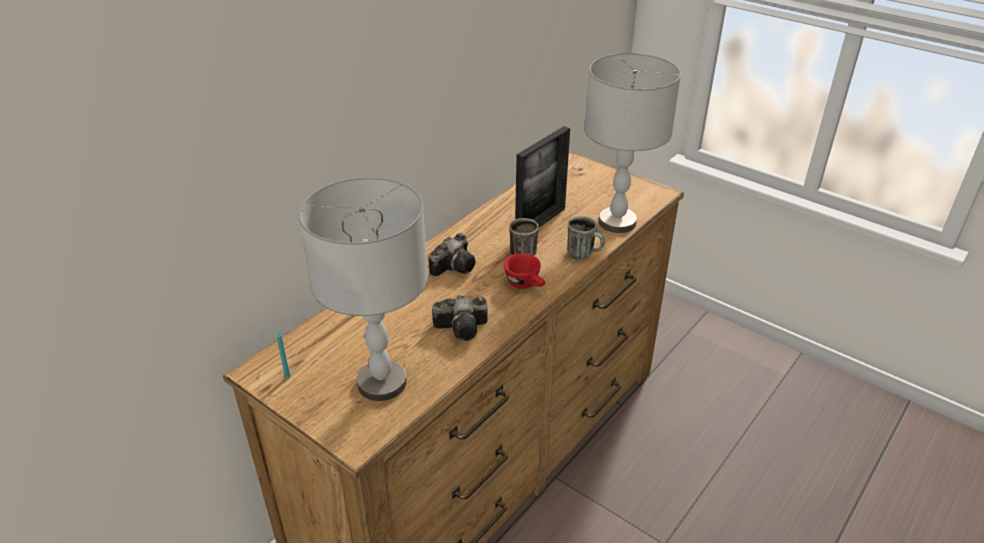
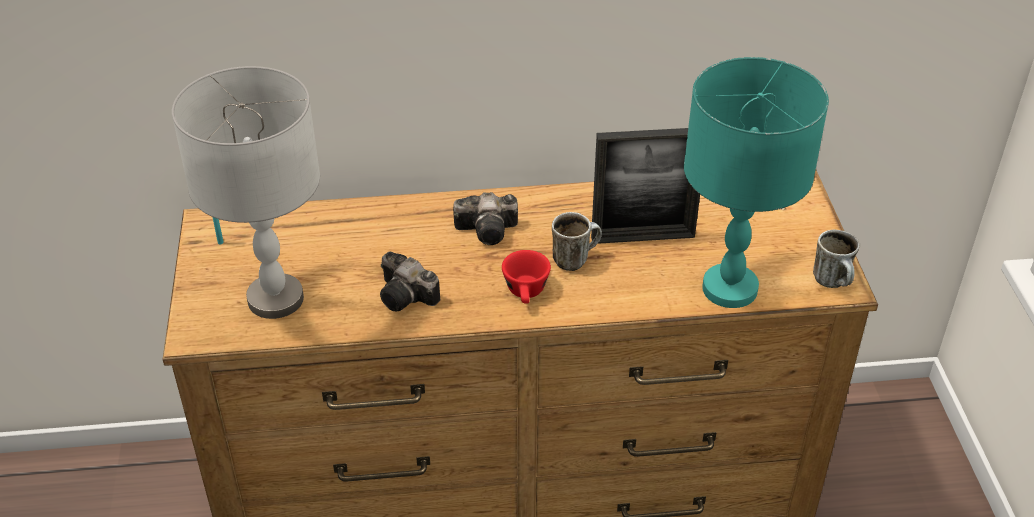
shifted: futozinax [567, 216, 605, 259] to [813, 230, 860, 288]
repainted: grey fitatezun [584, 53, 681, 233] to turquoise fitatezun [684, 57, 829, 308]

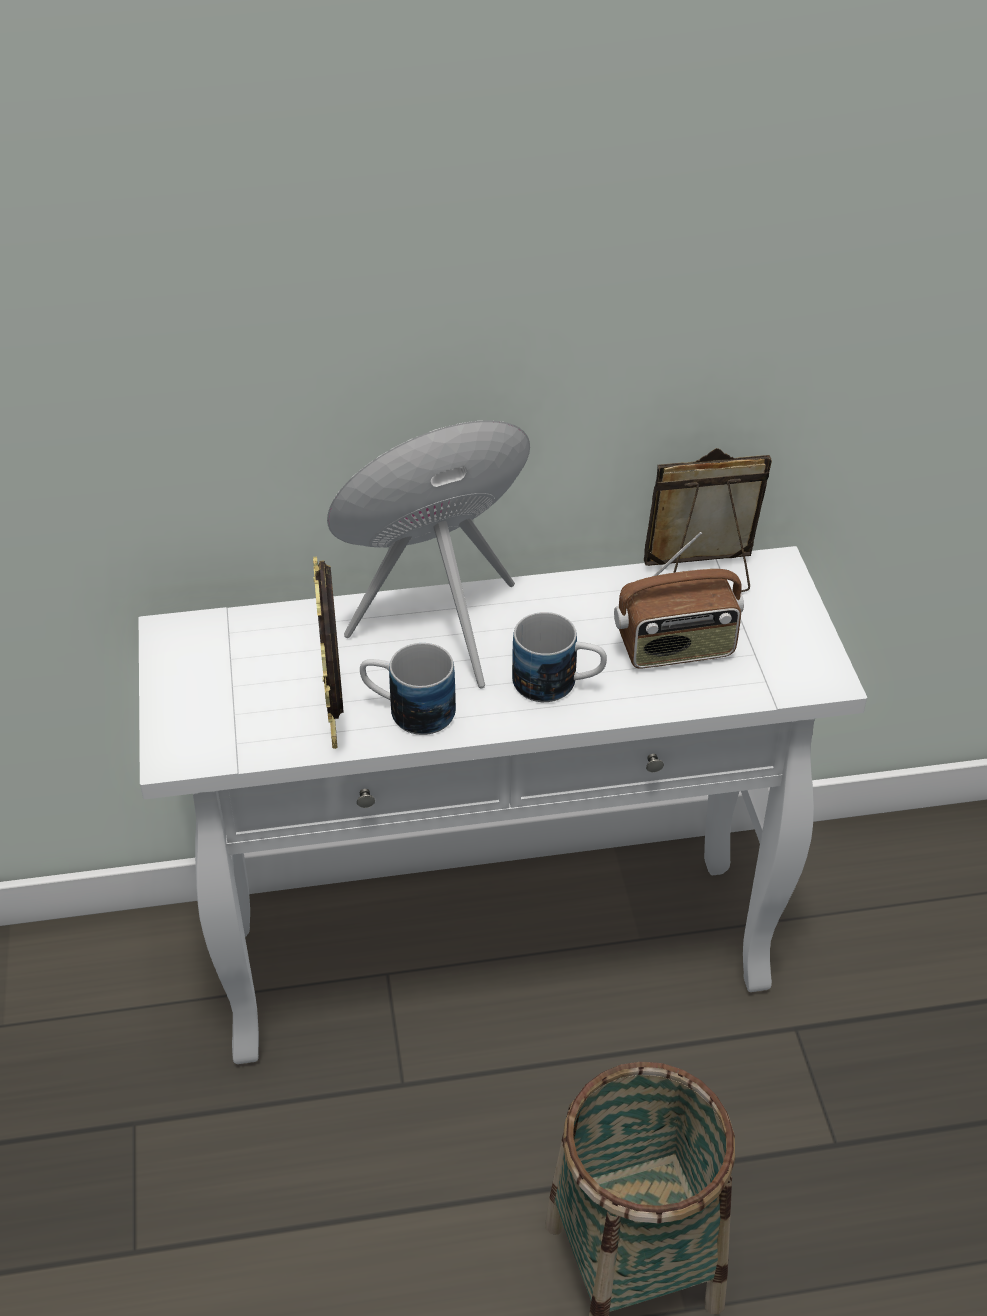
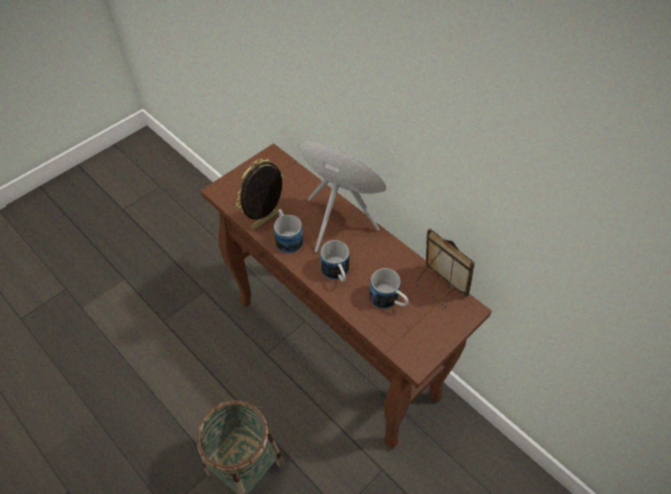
swapped: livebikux [614, 532, 744, 668] to futozinax [369, 268, 409, 309]
repainted: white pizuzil [139, 546, 867, 1064] to brown pizuzil [201, 143, 492, 450]

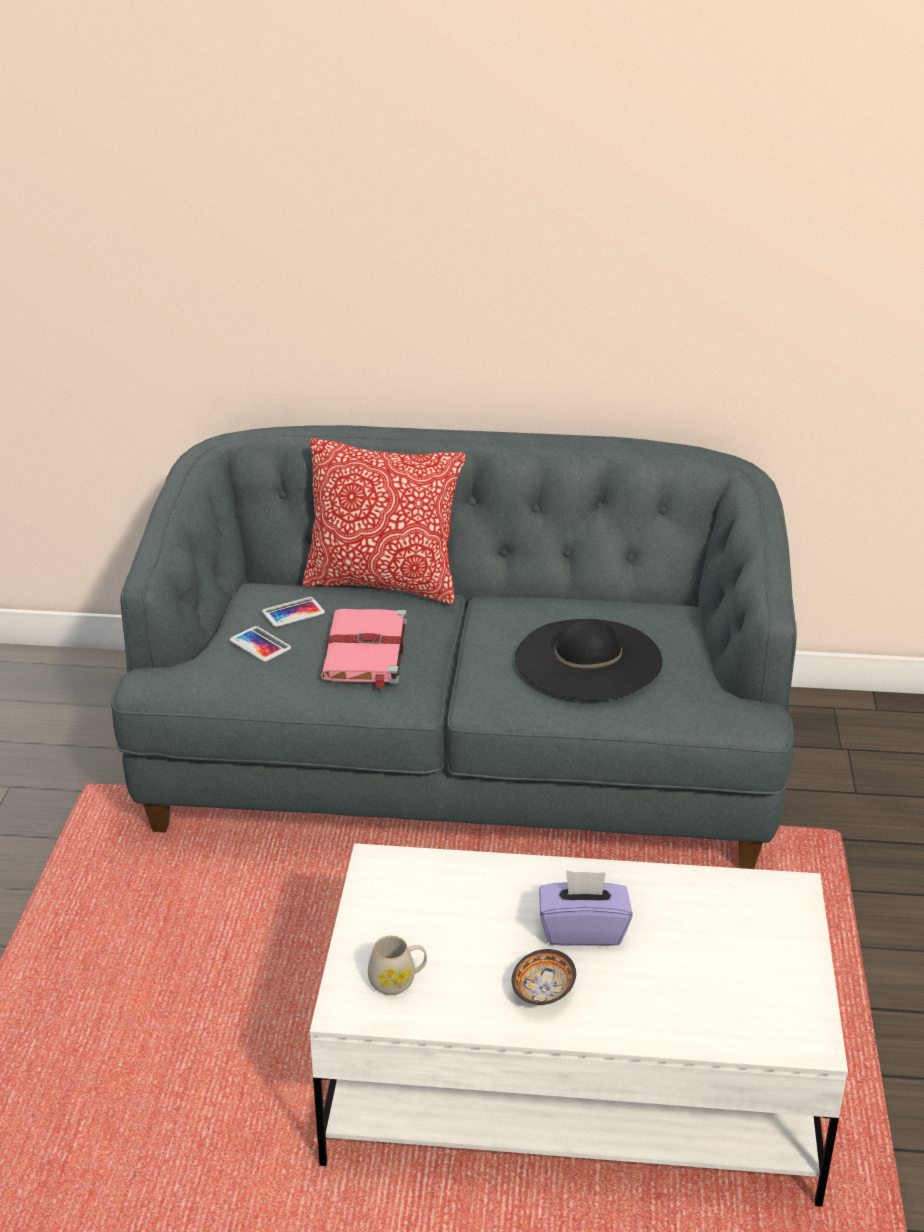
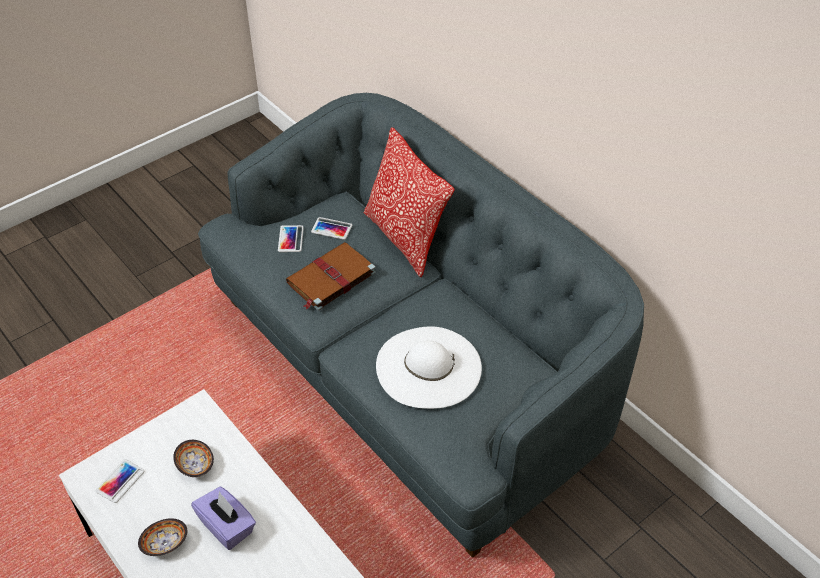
new: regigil [173, 440, 214, 477]
swapped: white futozinax [368, 936, 427, 995] to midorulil [96, 459, 145, 503]
repainted: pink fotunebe [321, 609, 407, 689] to brown fotunebe [286, 242, 376, 311]; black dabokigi [515, 619, 662, 701] to white dabokigi [376, 326, 482, 409]

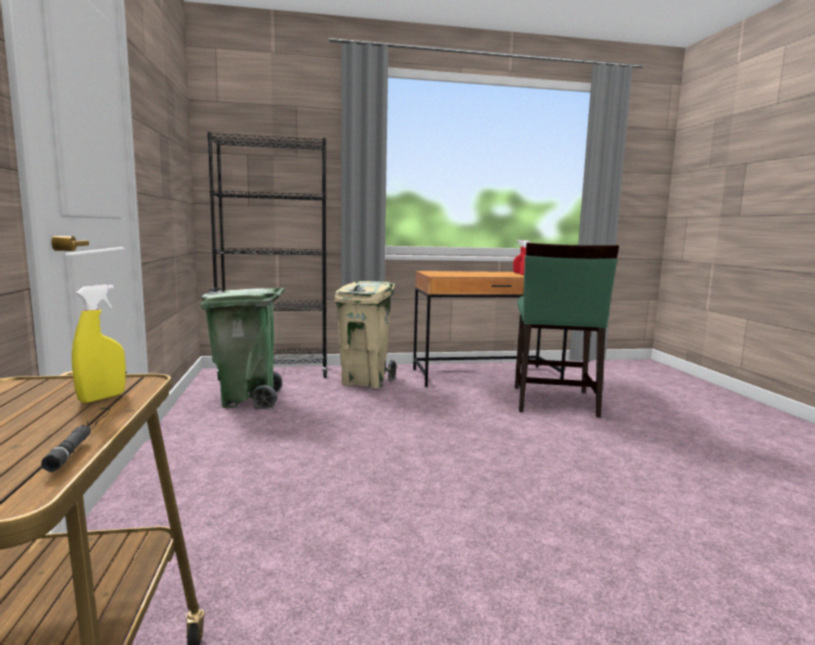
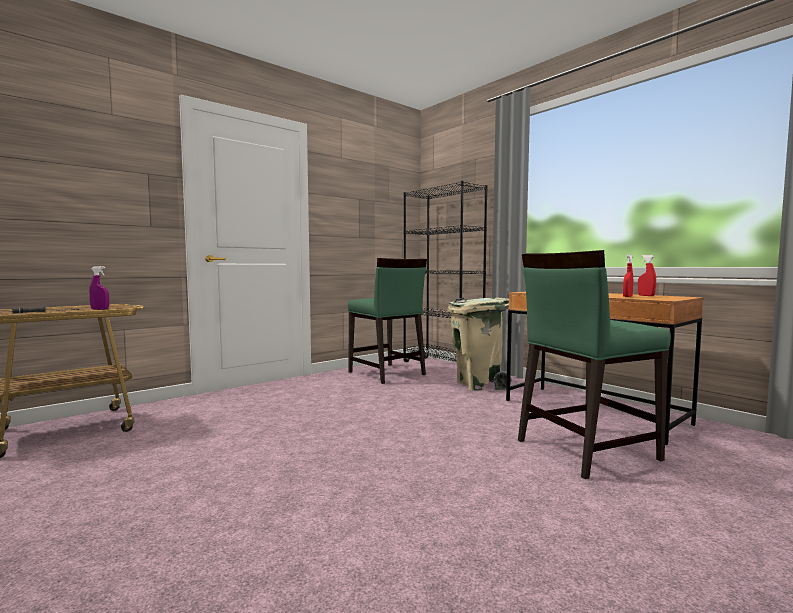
swapped: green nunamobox [201, 287, 285, 409] to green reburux [348, 258, 427, 384]
repainted: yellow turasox [72, 284, 126, 403] to purple turasox [89, 266, 109, 309]

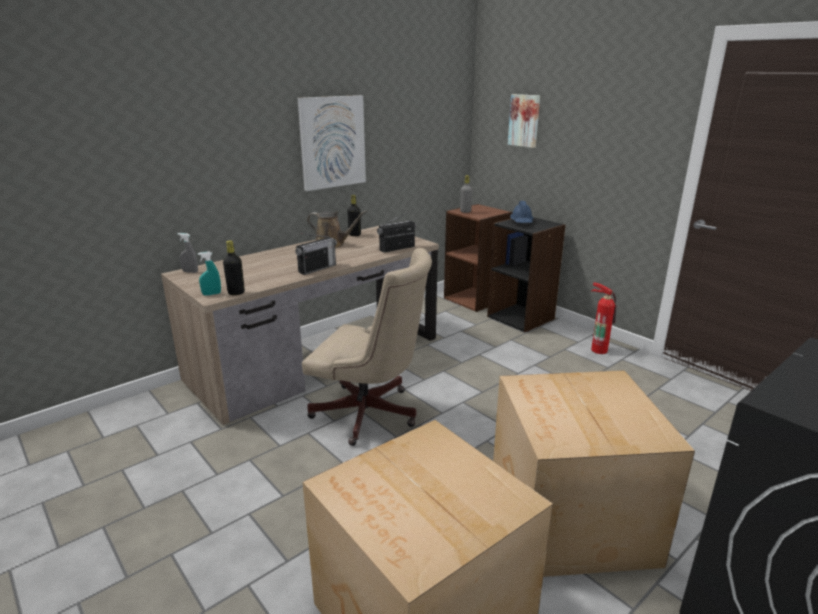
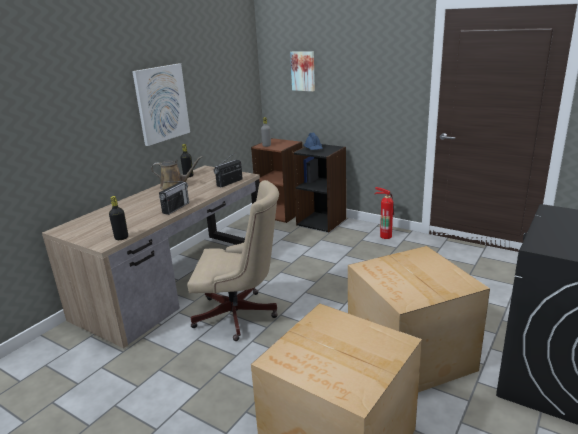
gone: grey turasox [178, 233, 198, 273]; turquoise turasox [198, 252, 221, 296]

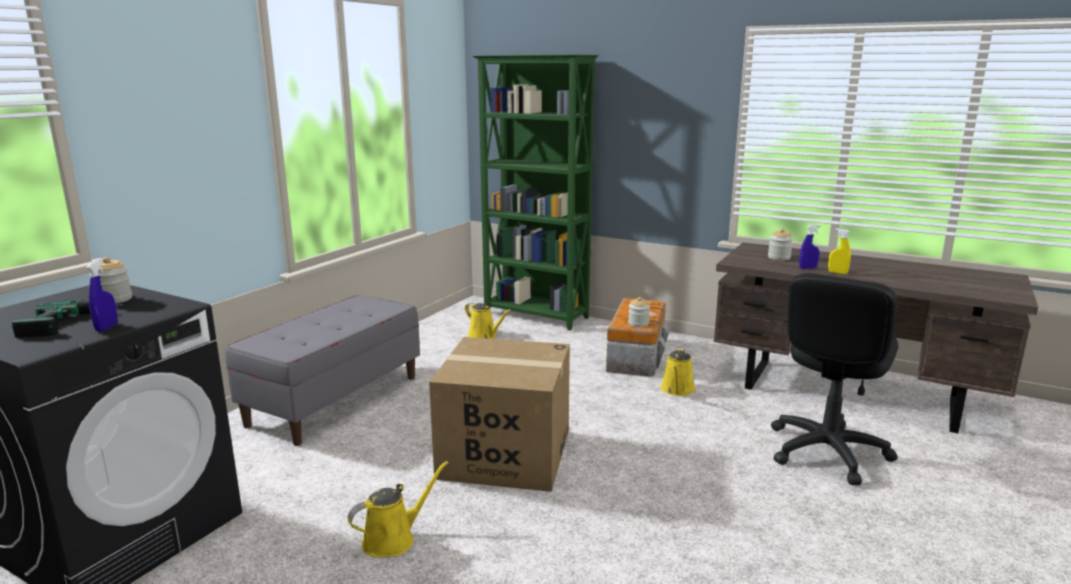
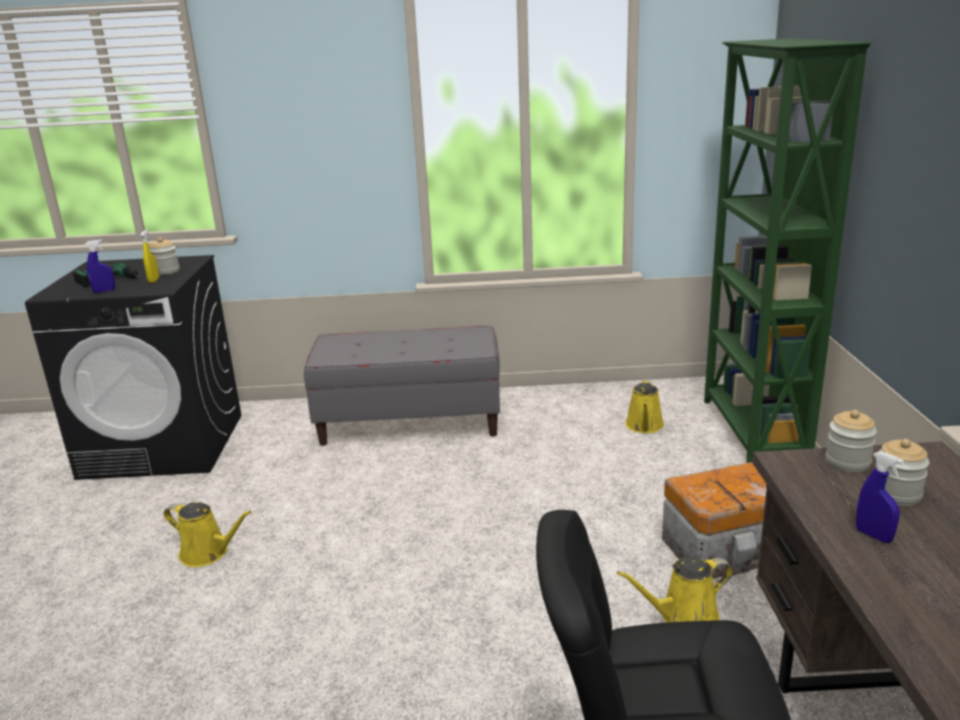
gone: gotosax [429, 337, 570, 492]
shifted: yellow turasox [828, 228, 851, 274] to [140, 230, 159, 283]; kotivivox [628, 297, 650, 327] to [826, 410, 877, 472]

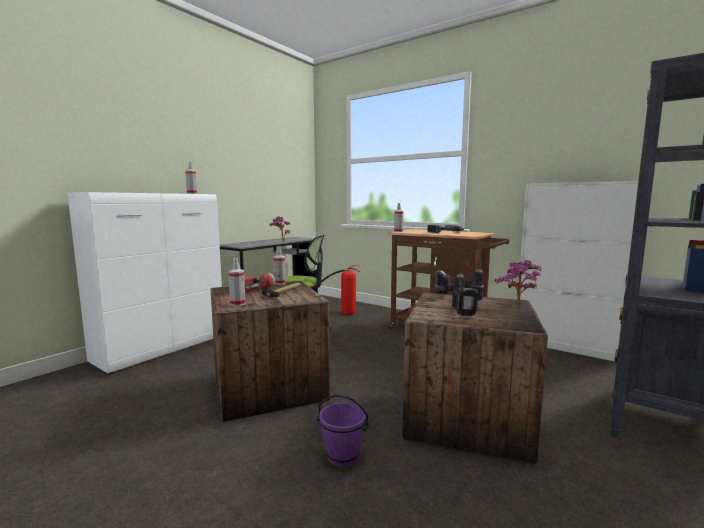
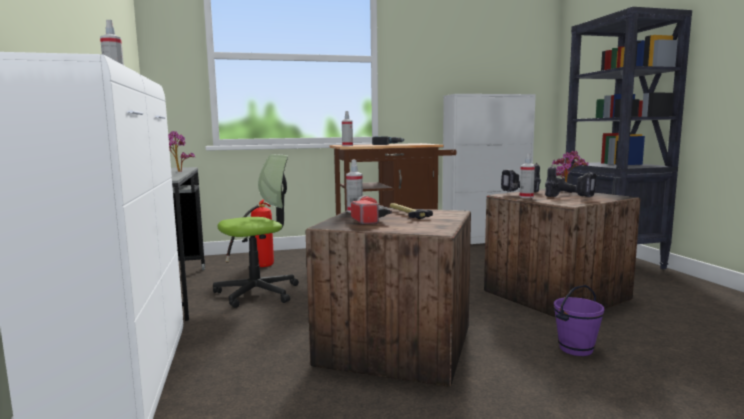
shifted: turasox [228, 258, 246, 306] to [520, 153, 535, 198]

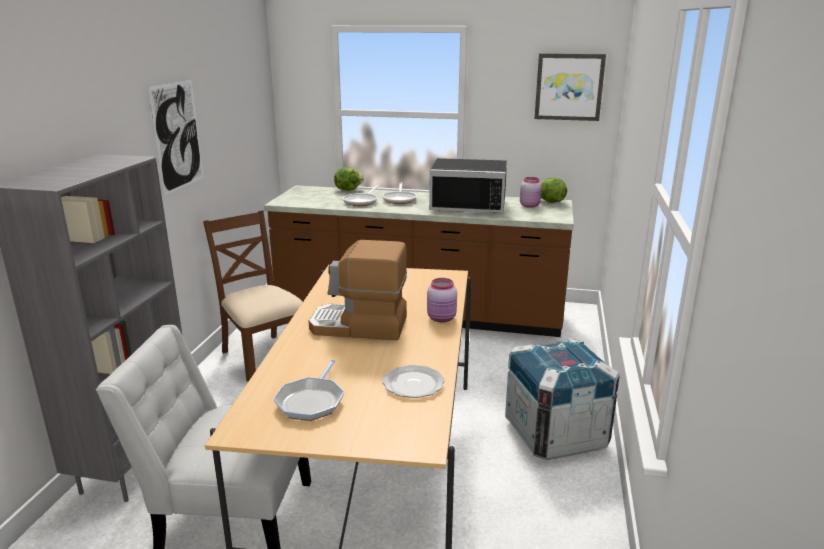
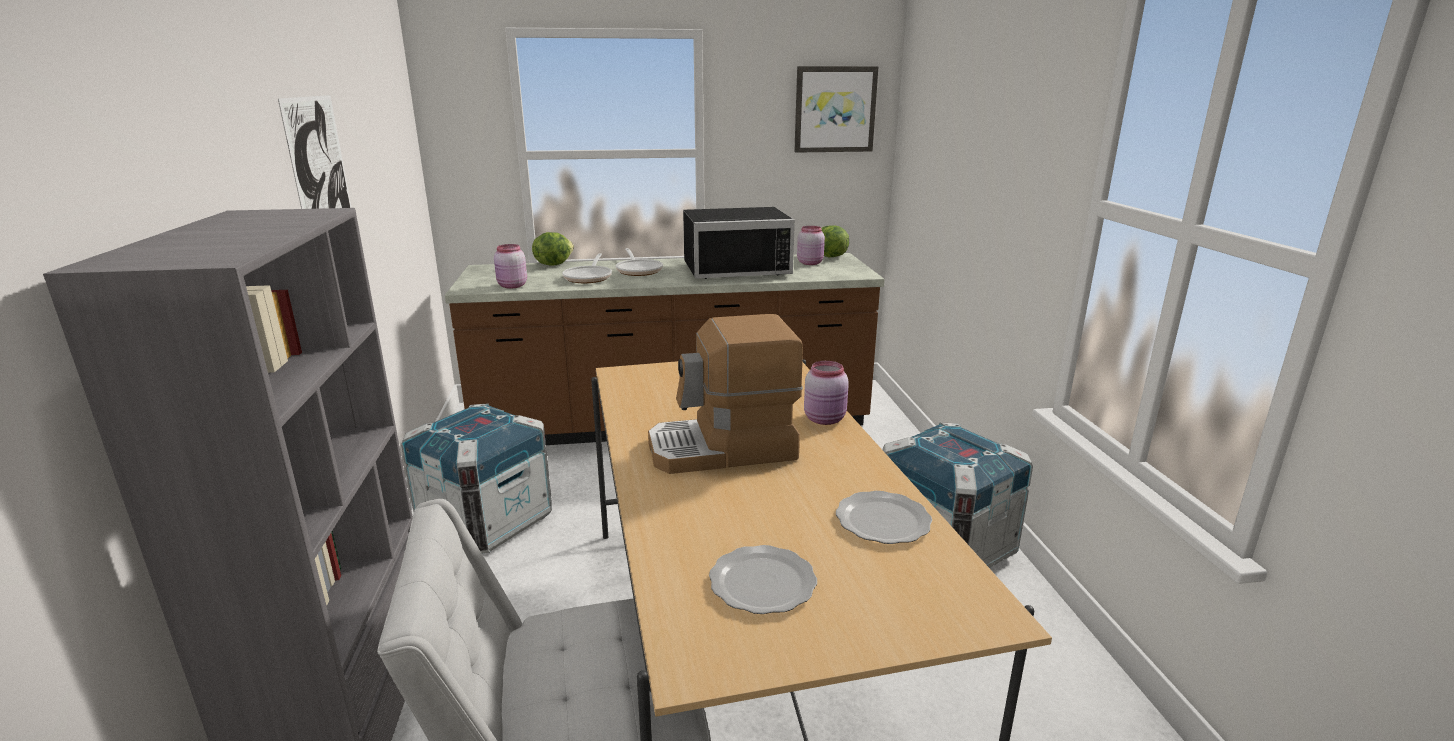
new: pink kotivivox [494, 244, 527, 288]
swapped: brown reburux [203, 210, 303, 382] to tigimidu [401, 403, 552, 553]; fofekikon [273, 359, 344, 421] to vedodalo [709, 545, 817, 614]

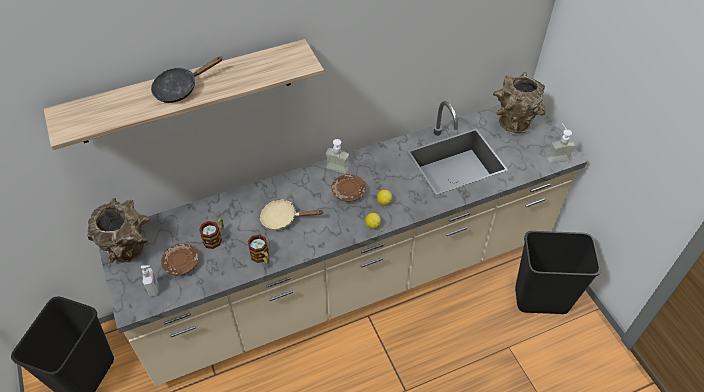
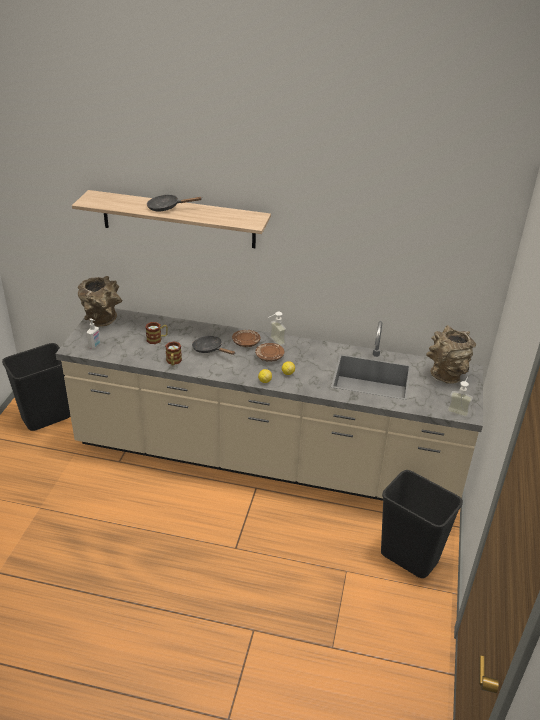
shifted: brown vedodalo [161, 244, 199, 276] to [232, 330, 261, 347]
repainted: beige fofekikon [260, 199, 324, 230] to black fofekikon [192, 336, 235, 355]

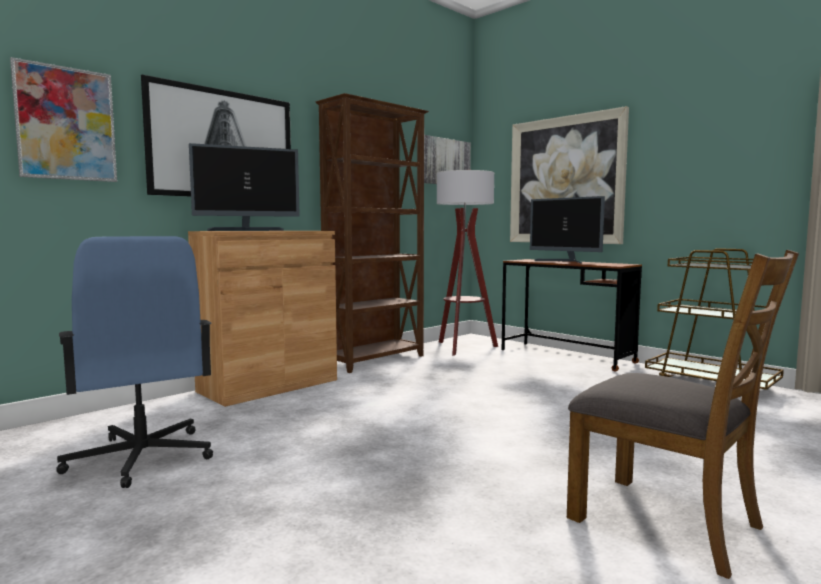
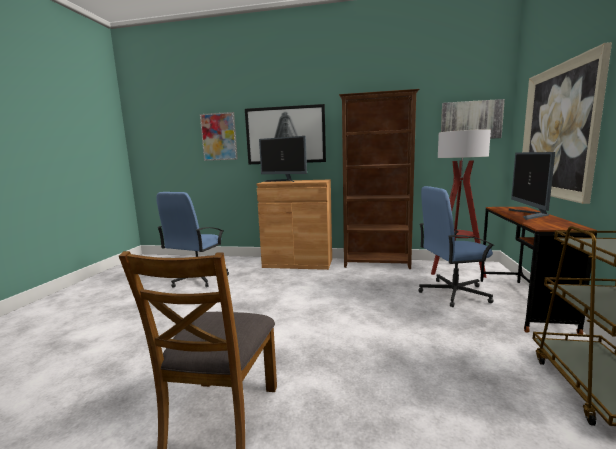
new: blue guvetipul [418, 186, 495, 307]

